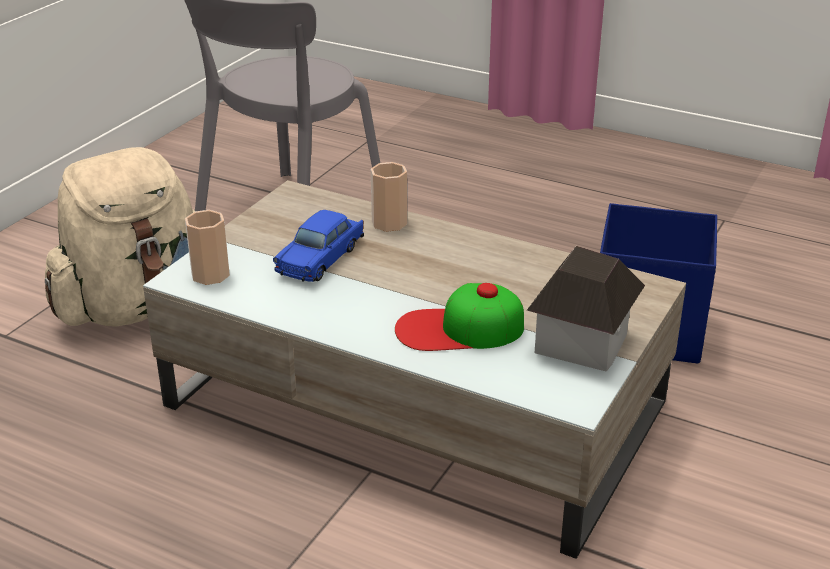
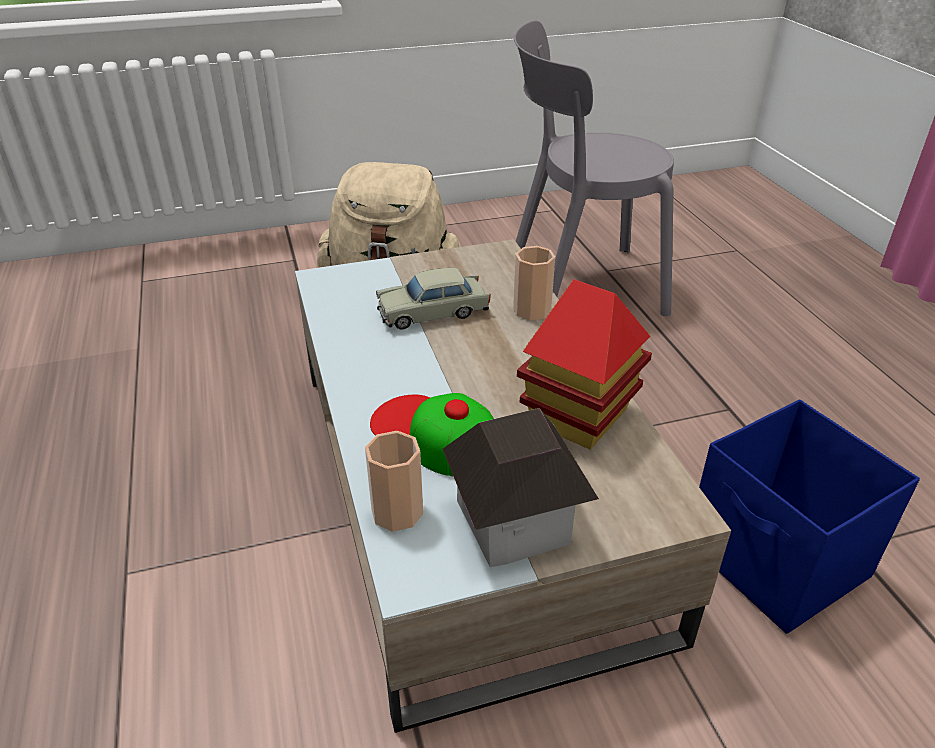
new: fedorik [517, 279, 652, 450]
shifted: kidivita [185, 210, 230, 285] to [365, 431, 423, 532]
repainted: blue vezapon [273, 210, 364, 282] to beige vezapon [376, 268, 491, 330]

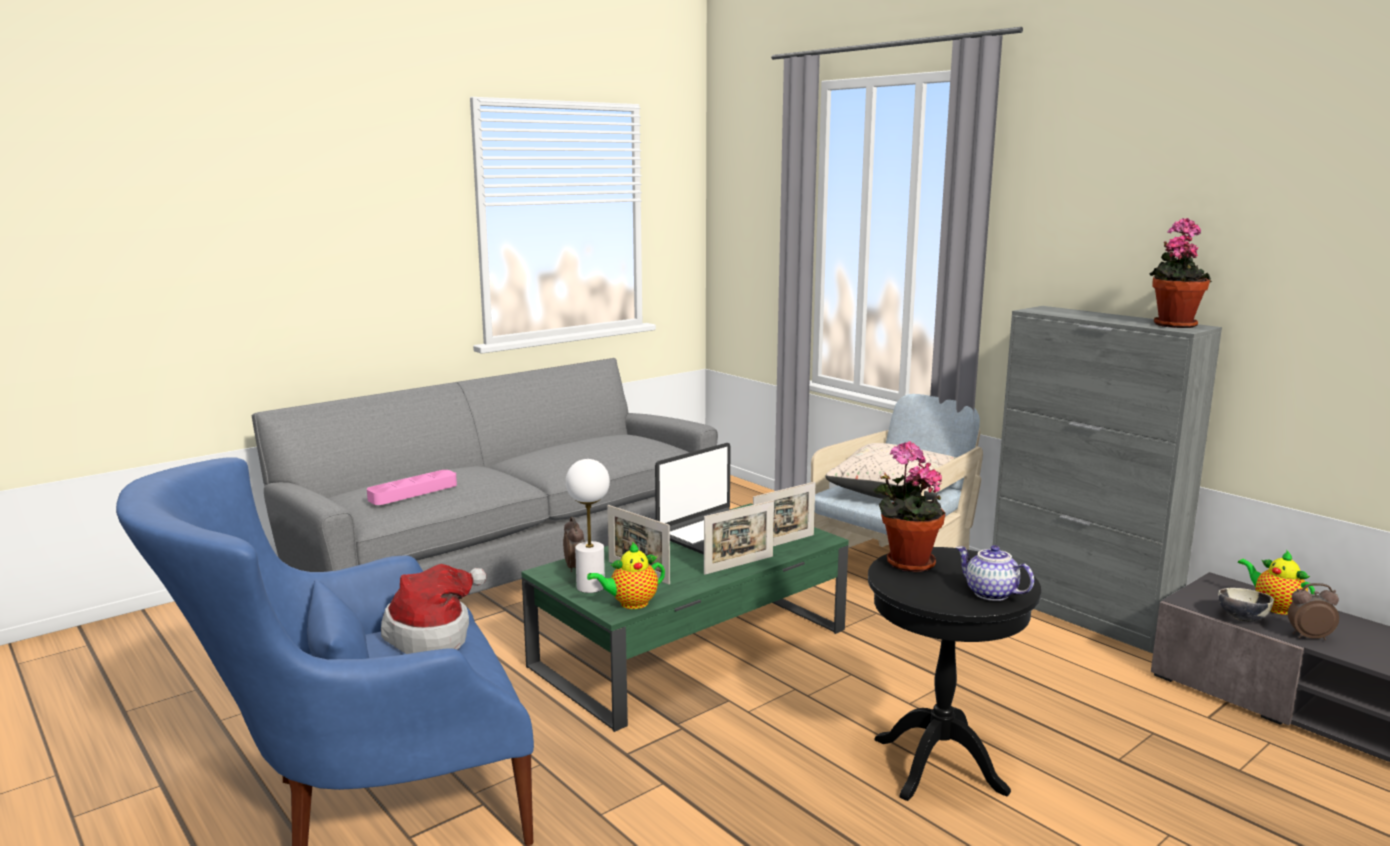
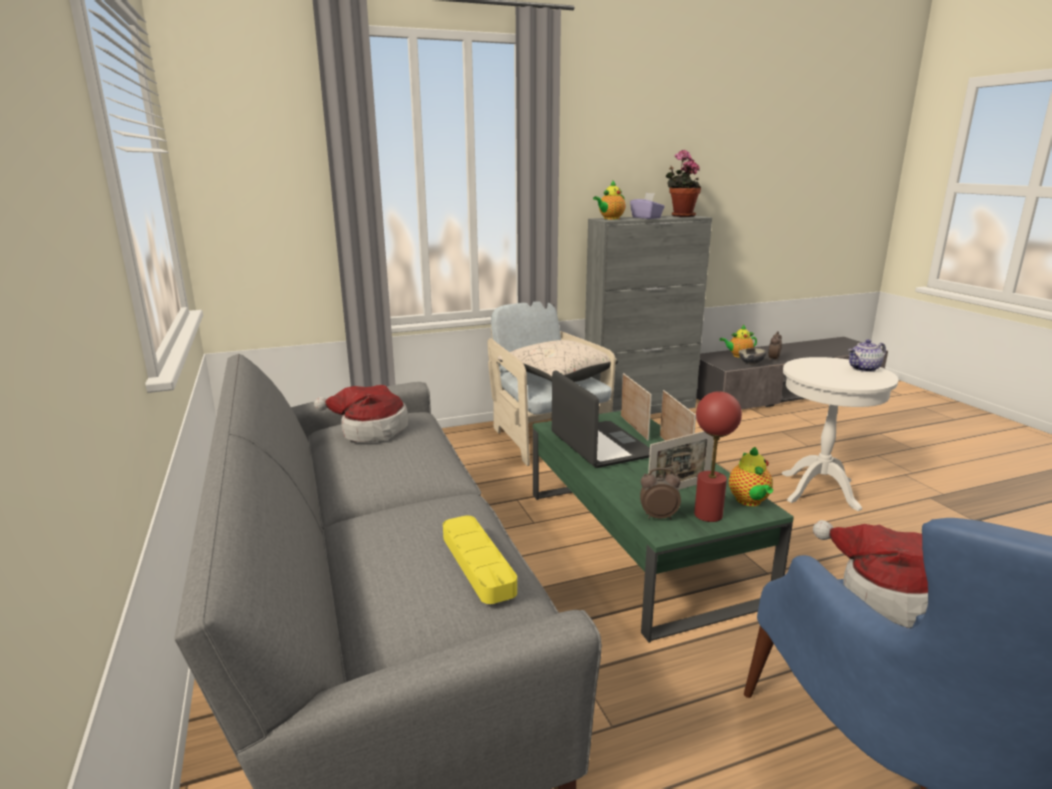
gone: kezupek [872, 441, 945, 572]
new: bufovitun [593, 180, 625, 219]; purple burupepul [630, 193, 665, 219]; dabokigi [314, 385, 408, 442]
repainted: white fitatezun [566, 459, 610, 593] to red fitatezun [694, 391, 742, 522]; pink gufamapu [367, 470, 457, 505] to yellow gufamapu [443, 516, 517, 604]; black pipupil [868, 547, 1041, 801] to white pipupil [782, 357, 898, 511]

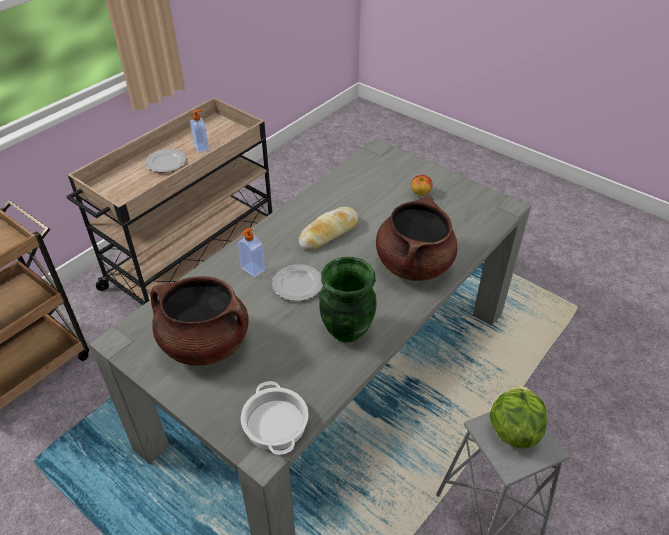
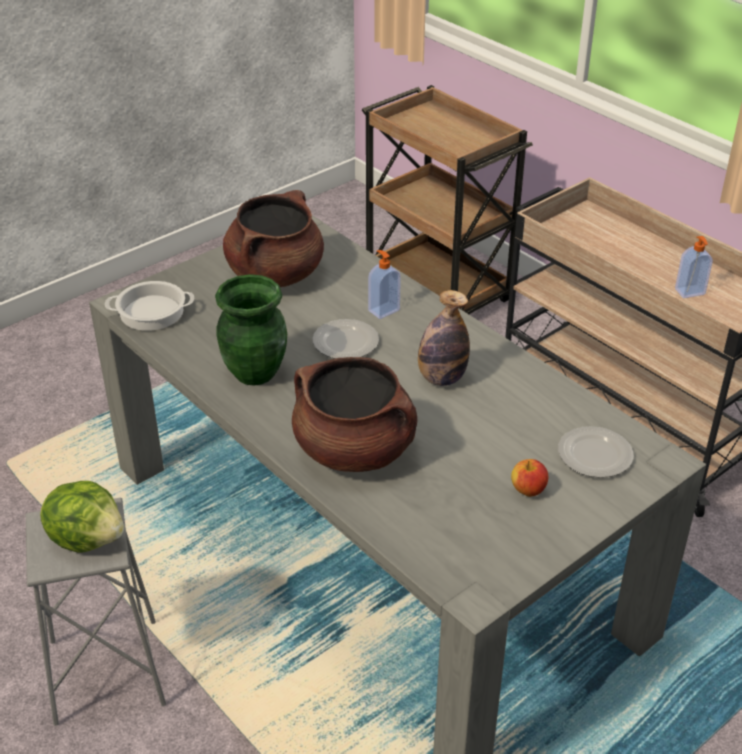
shifted: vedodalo [145, 149, 186, 172] to [558, 426, 633, 478]
swapped: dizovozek [298, 207, 358, 250] to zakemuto [418, 290, 470, 386]

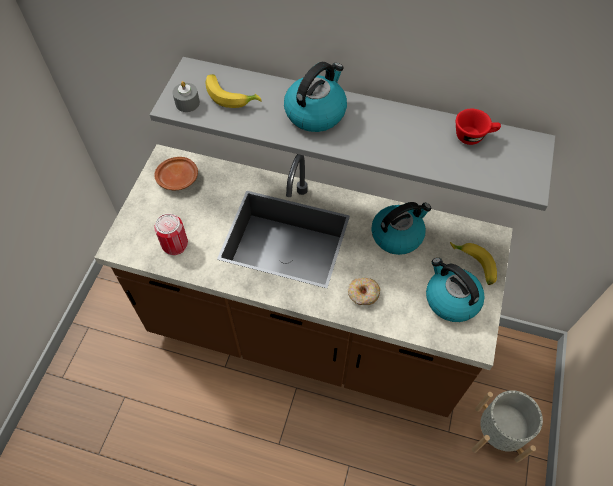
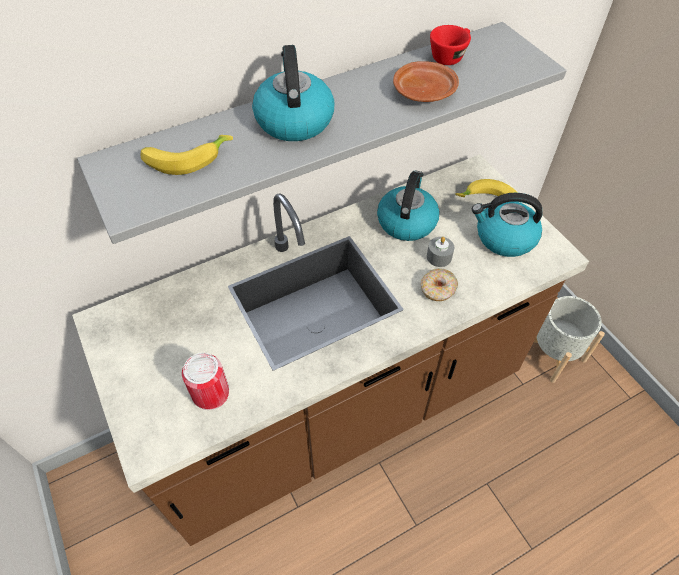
shifted: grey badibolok [172, 81, 200, 112] to [427, 237, 455, 267]; brown vedodalo [154, 157, 198, 190] to [393, 61, 459, 102]

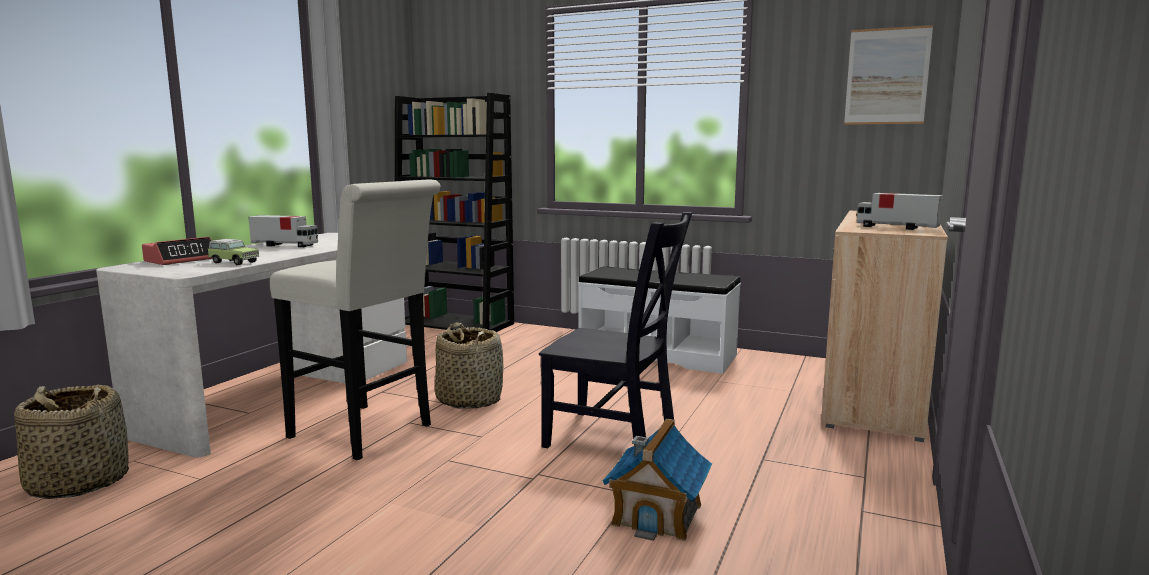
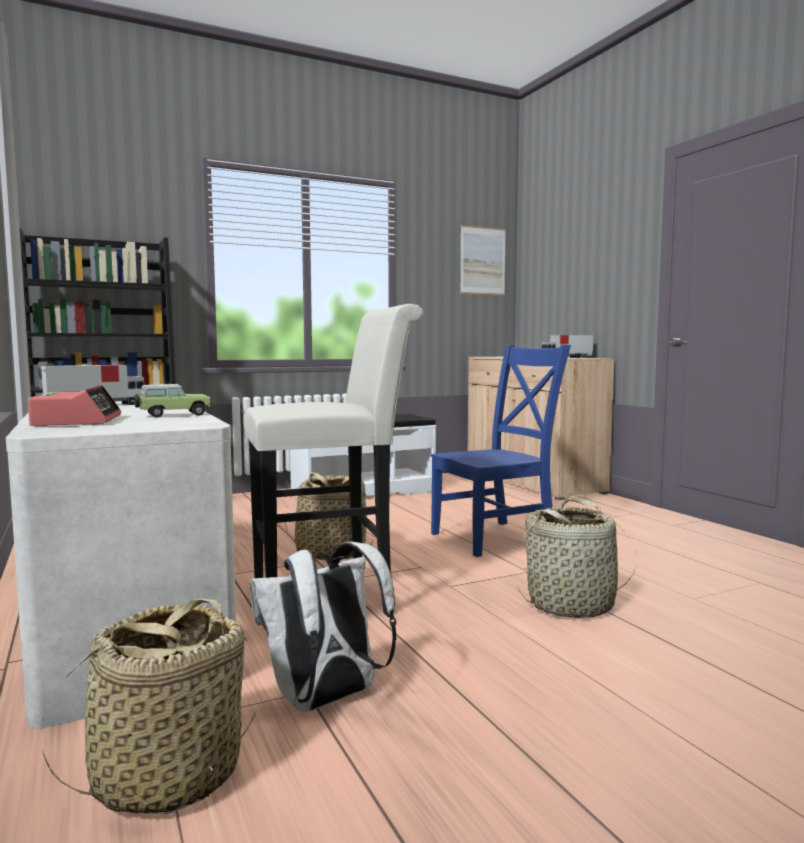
gone: fedorik [602, 419, 712, 541]
new: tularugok [517, 497, 637, 618]; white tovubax [250, 542, 397, 711]
repainted: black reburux [539, 212, 692, 448] to blue reburux [430, 345, 571, 557]

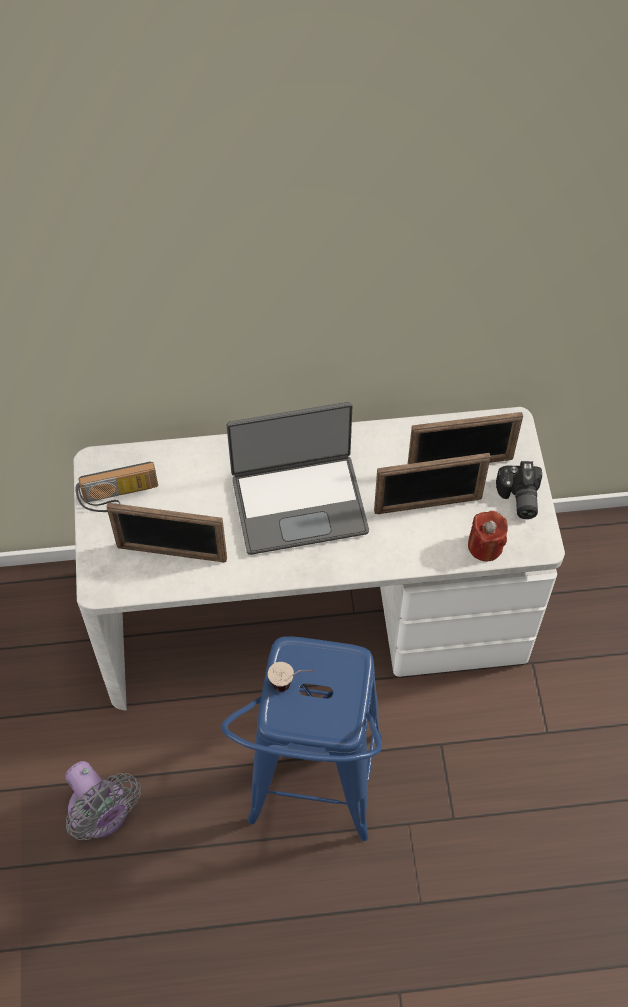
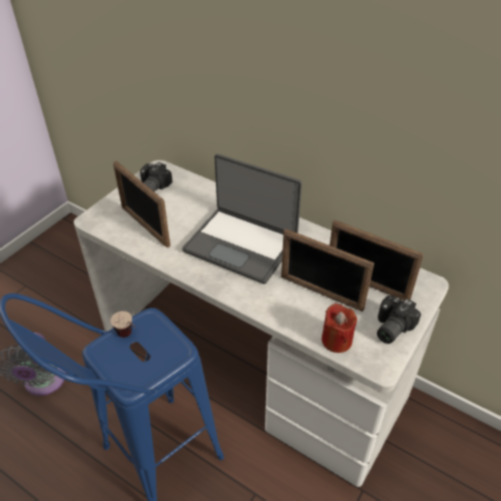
swapped: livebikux [75, 461, 158, 512] to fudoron [140, 162, 173, 192]

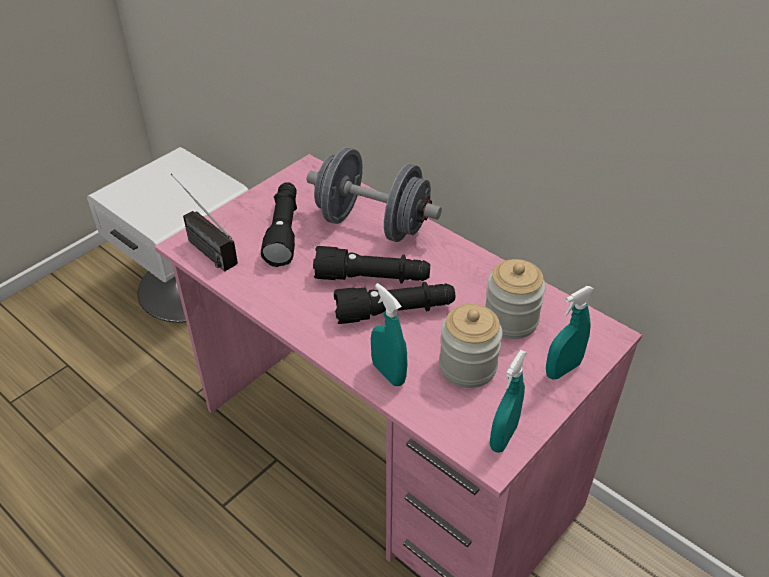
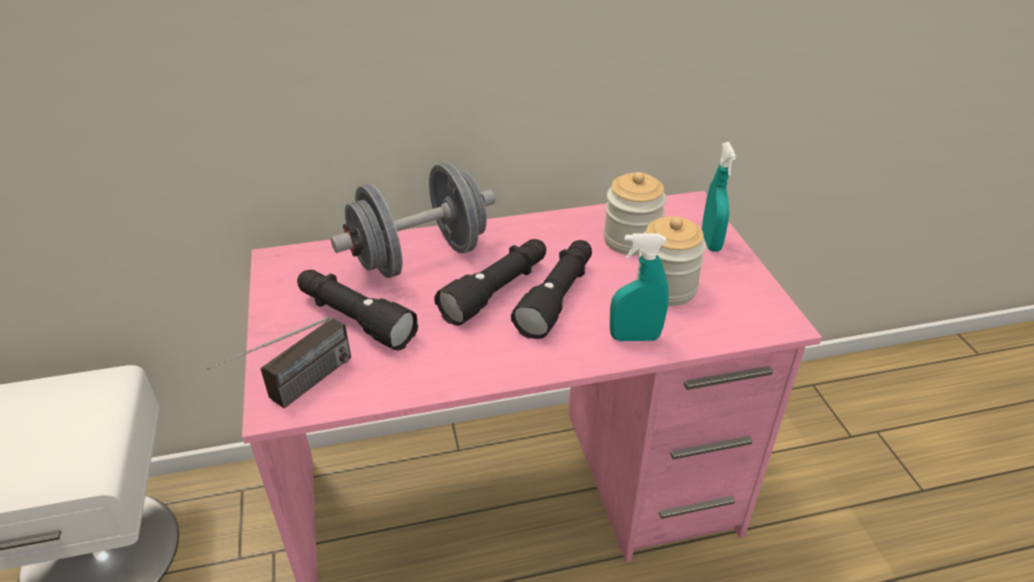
gone: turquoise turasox [490, 350, 527, 453]
rotated: livebikux [170, 174, 238, 271] = [207, 317, 351, 408] 45 degrees counterclockwise

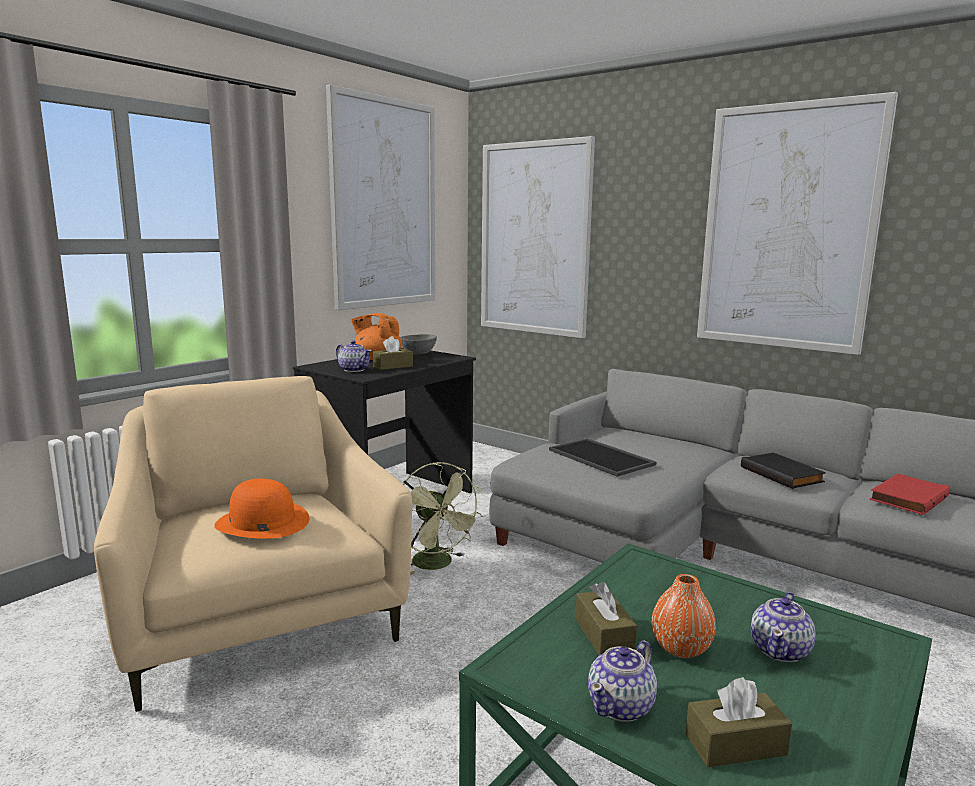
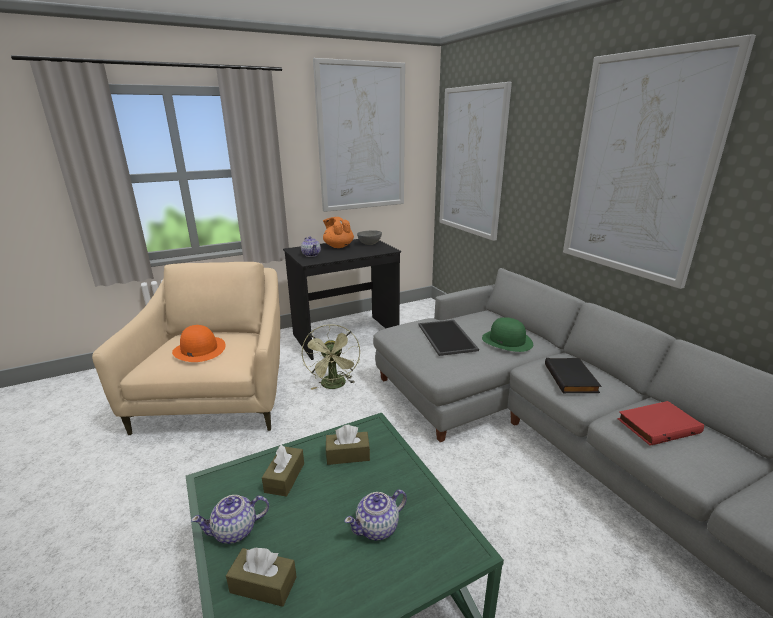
gone: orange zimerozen [652, 574, 716, 658]
new: green dabokigi [482, 317, 533, 352]
shifted: brown burupepul [373, 336, 413, 370] to [326, 425, 370, 465]

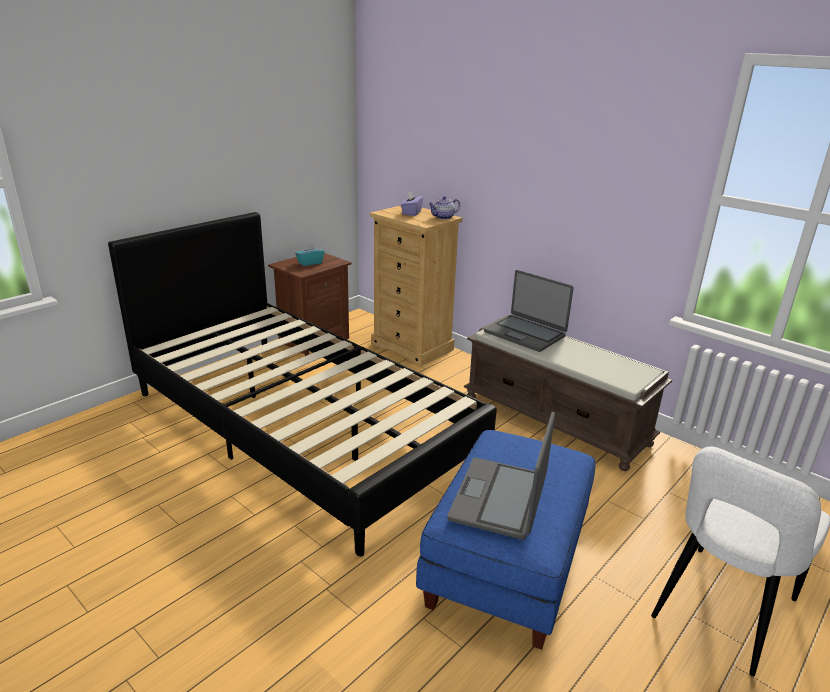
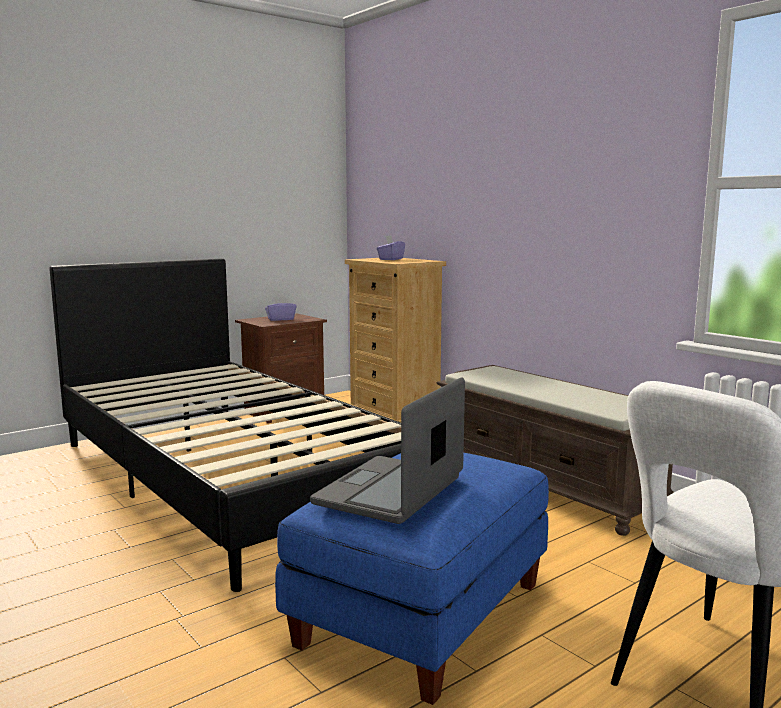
gone: bufovitun [428, 196, 460, 220]; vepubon [484, 270, 574, 352]
repainted: turquoise burupepul [295, 242, 324, 266] to purple burupepul [265, 297, 297, 321]

